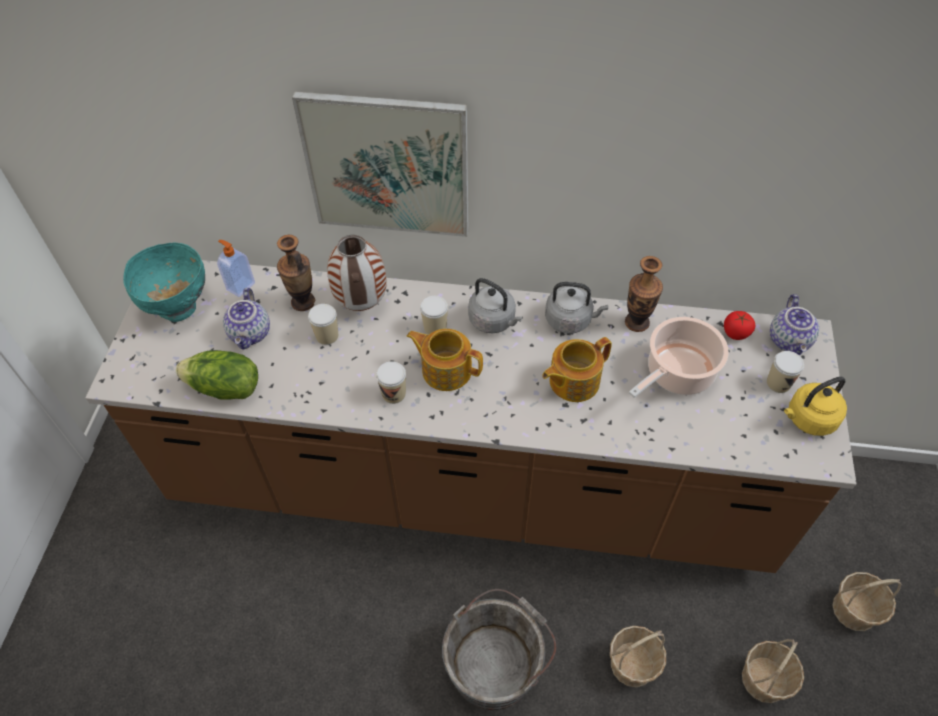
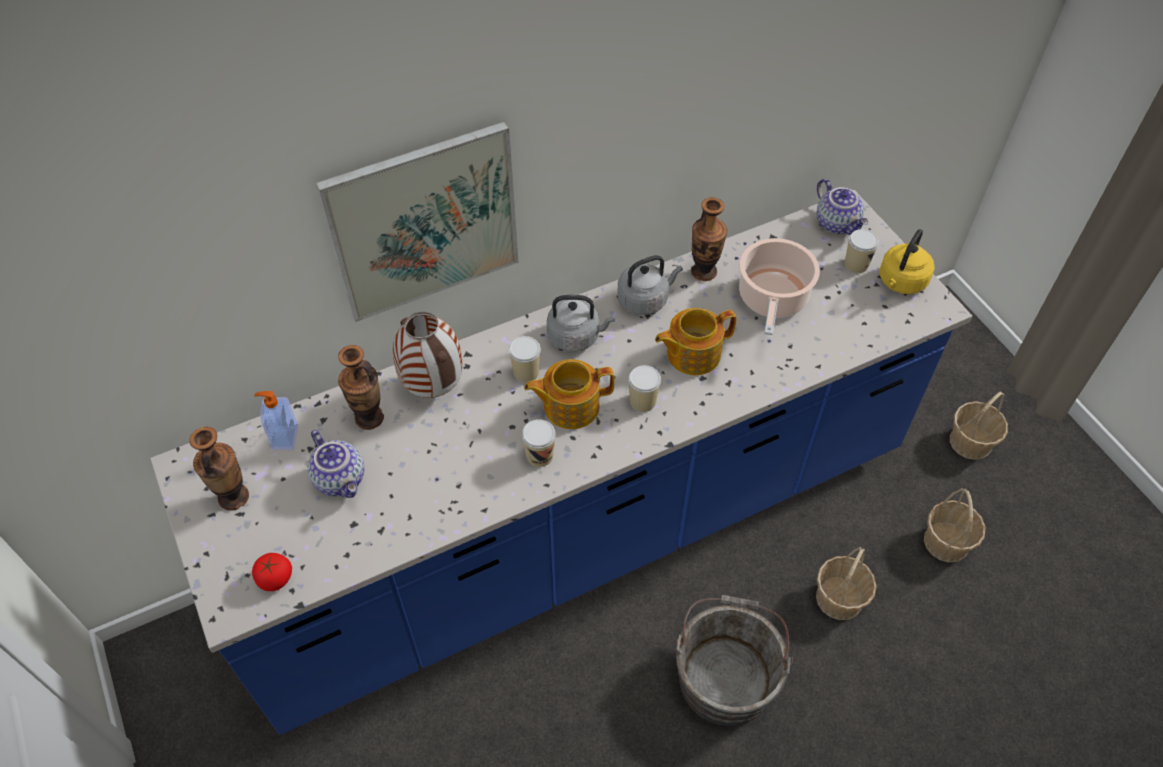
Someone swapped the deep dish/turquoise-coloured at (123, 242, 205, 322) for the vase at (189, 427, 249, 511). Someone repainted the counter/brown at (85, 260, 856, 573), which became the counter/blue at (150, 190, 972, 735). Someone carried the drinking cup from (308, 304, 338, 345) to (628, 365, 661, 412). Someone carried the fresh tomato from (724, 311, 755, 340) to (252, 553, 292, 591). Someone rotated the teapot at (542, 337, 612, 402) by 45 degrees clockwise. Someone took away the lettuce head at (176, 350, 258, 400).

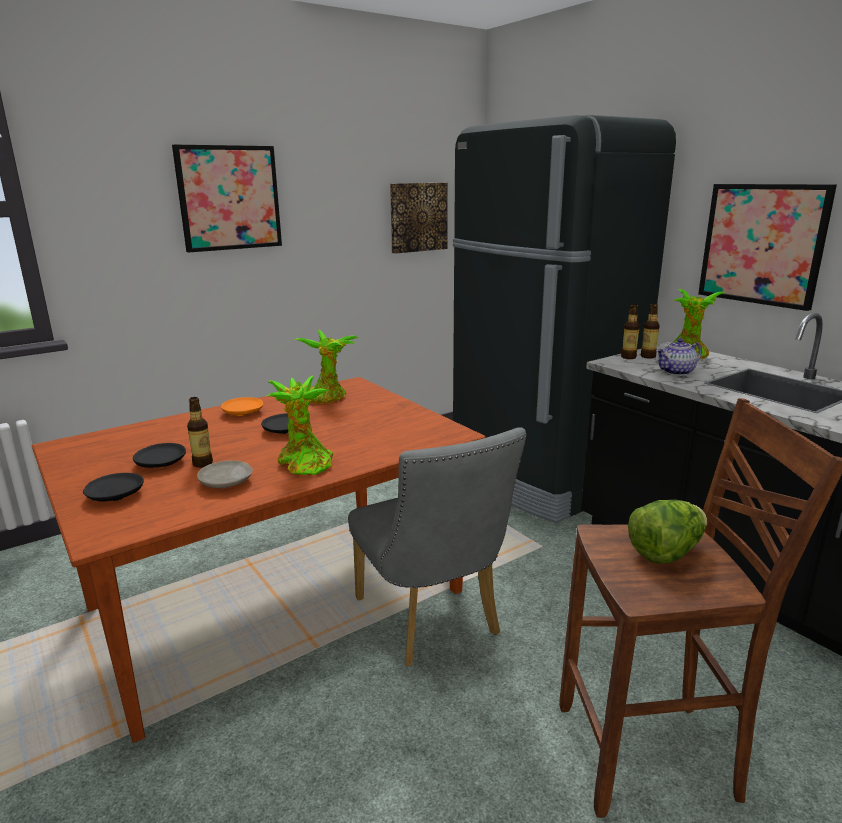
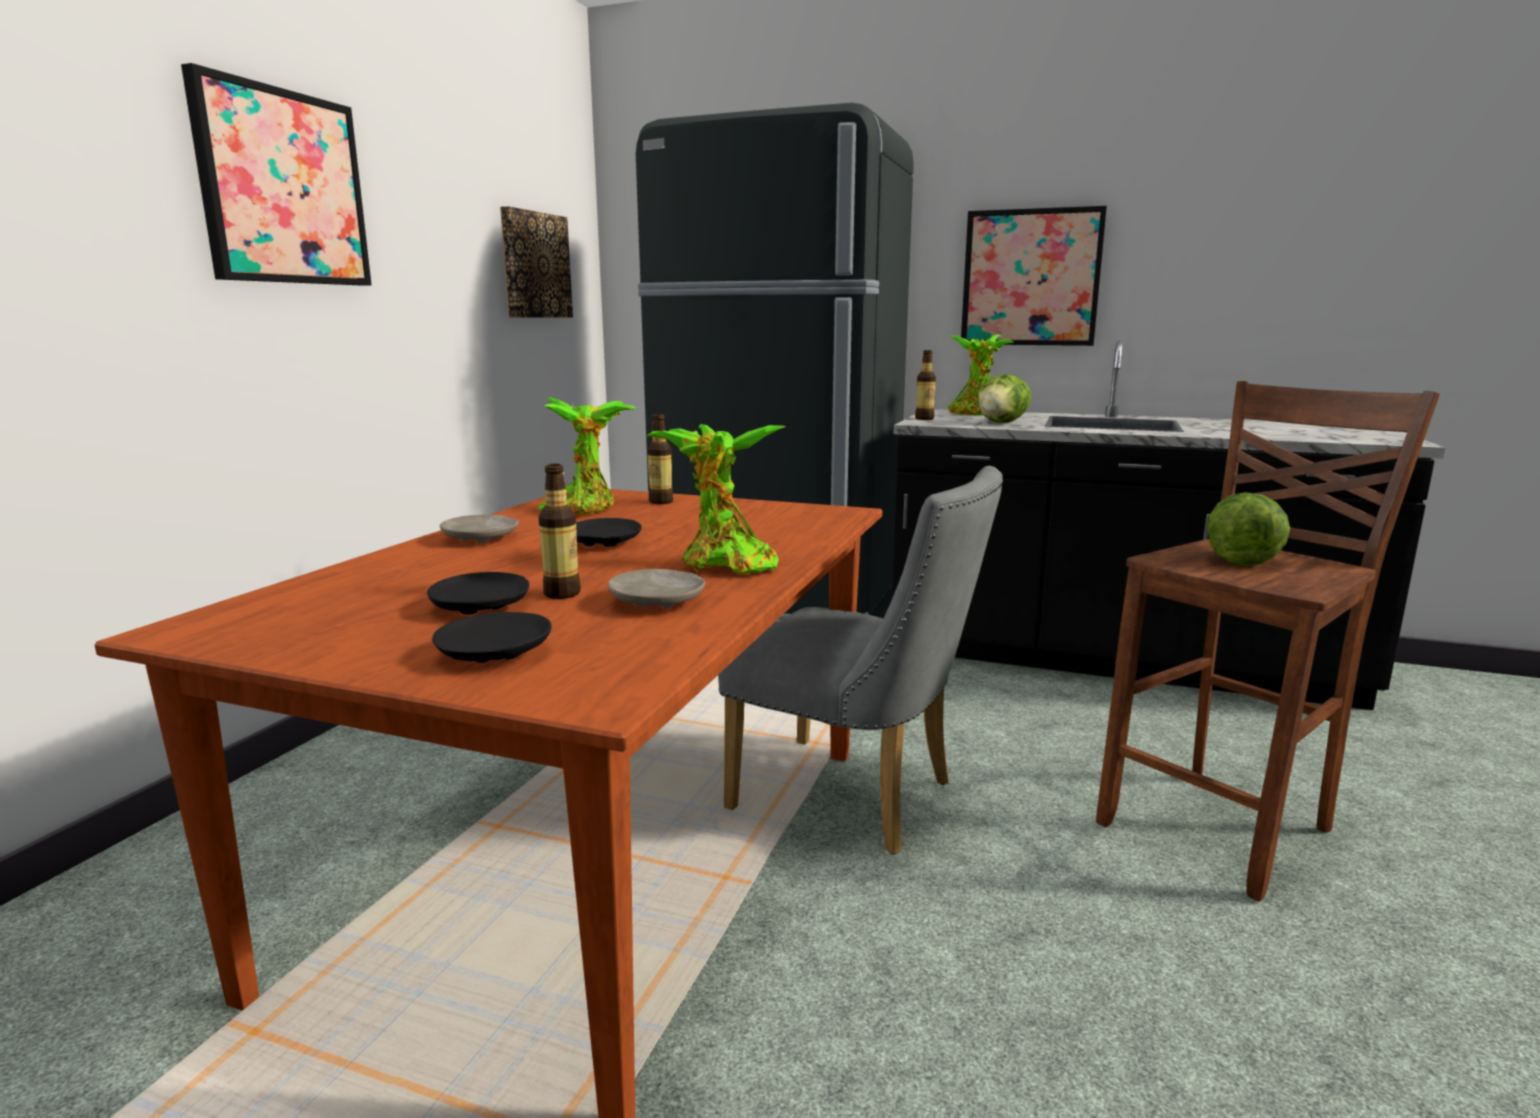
Someone carried the beverage bottle from (641, 304, 660, 359) to (647, 414, 673, 504). Someone swapped the teapot at (656, 338, 702, 376) for the lettuce head at (977, 374, 1031, 423). Someone repainted the dinner plate/orange-coloured at (221, 397, 263, 416), which became the dinner plate/beige at (440, 514, 519, 543).

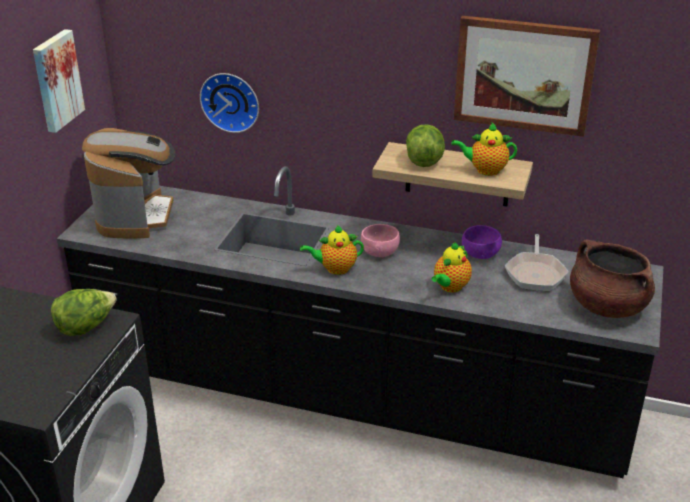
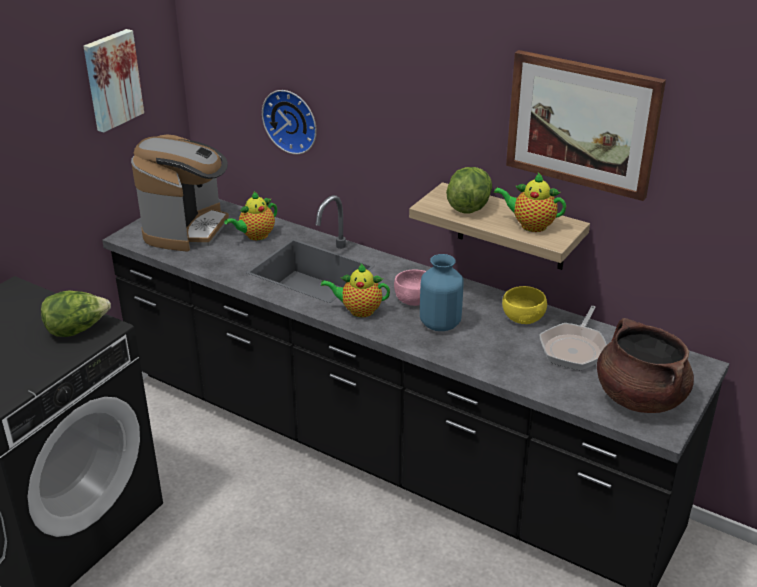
Someone repainted the deep dish/purple-coloured at (462, 225, 502, 259), which became the deep dish/yellow at (502, 286, 547, 324). Someone carried the teapot from (432, 242, 472, 293) to (224, 191, 277, 240). Someone put down the vase/blue at (420, 254, 464, 331).

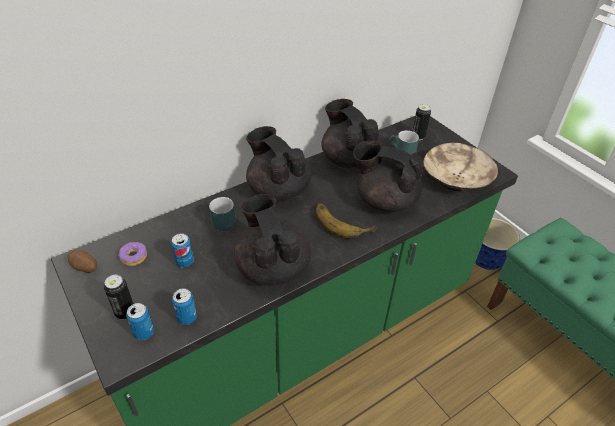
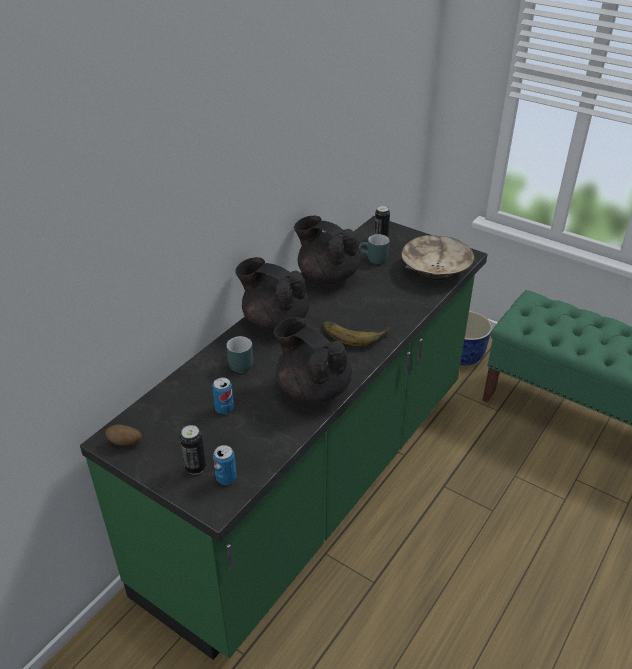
Someone took away the teapot/black-coloured at (353, 140, 423, 212). Someone took away the donut at (119, 242, 147, 266). Someone took away the can at (172, 288, 197, 325).

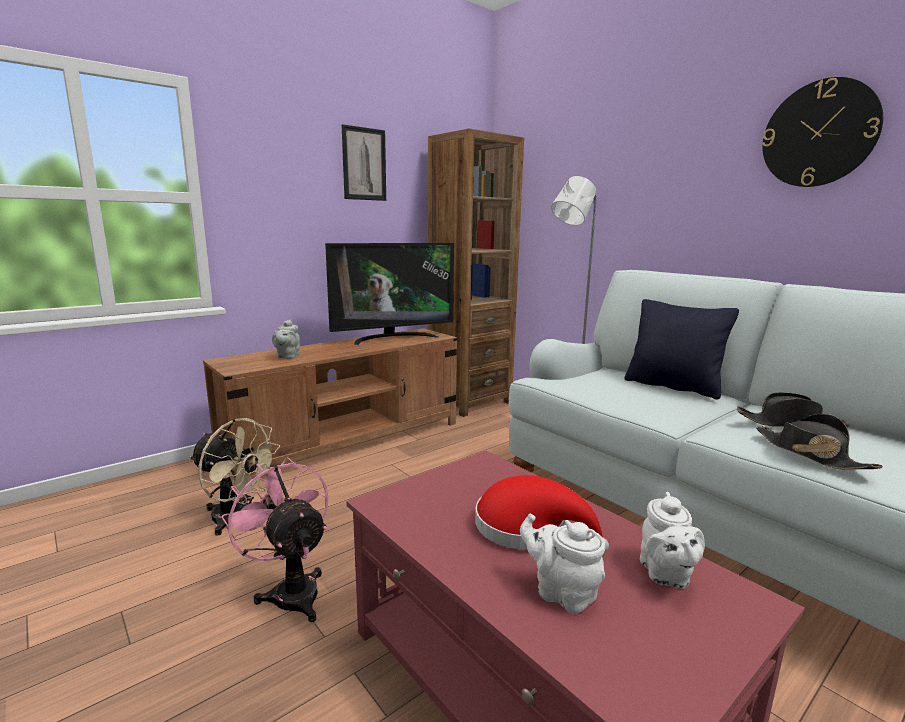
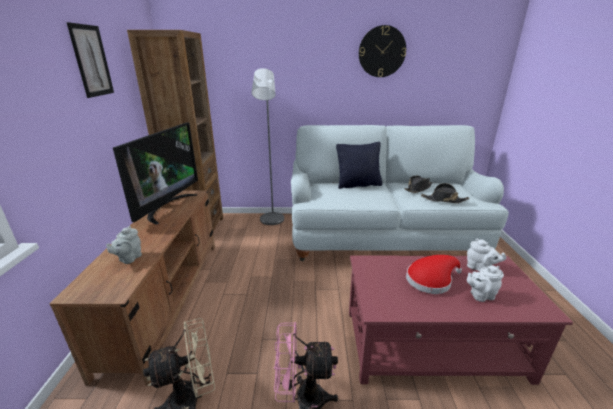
Someone rotated the teapot/greyish at (272, 320, 300, 359) by 60 degrees clockwise.

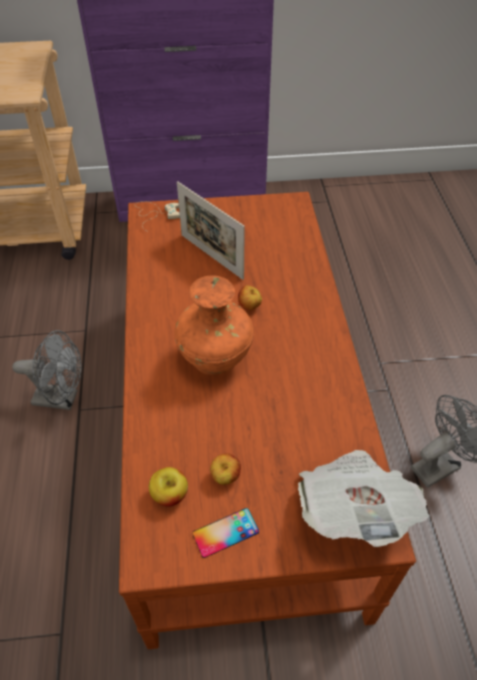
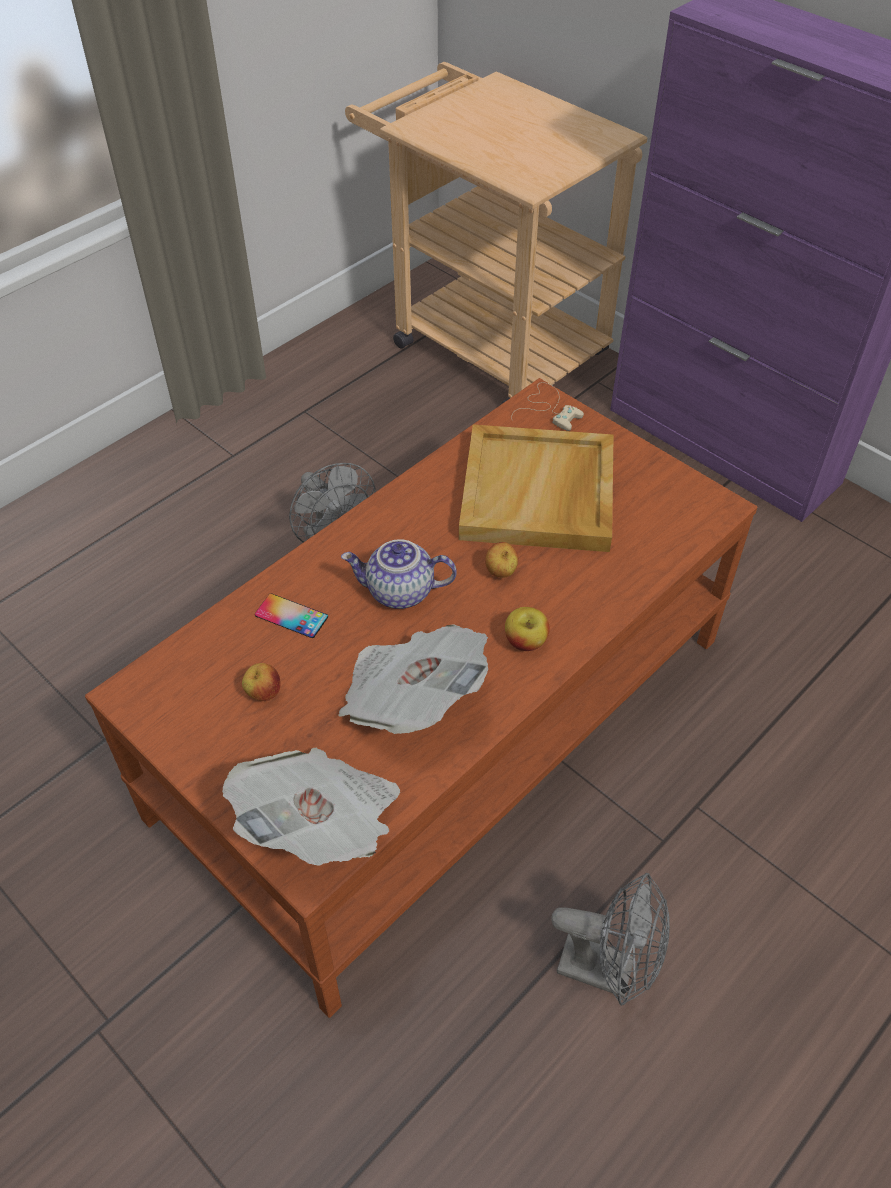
Someone swapped the photo frame at (177, 181, 245, 280) for the tray/beige at (459, 424, 614, 552). Someone swapped the vase/orange-coloured at (174, 275, 254, 375) for the teapot at (341, 539, 457, 609). Someone carried the apple from (149, 467, 188, 507) to (505, 607, 550, 651). Someone carried the handset from (192, 508, 259, 558) to (255, 593, 328, 638). Someone put down the newspaper at (338, 624, 488, 734).

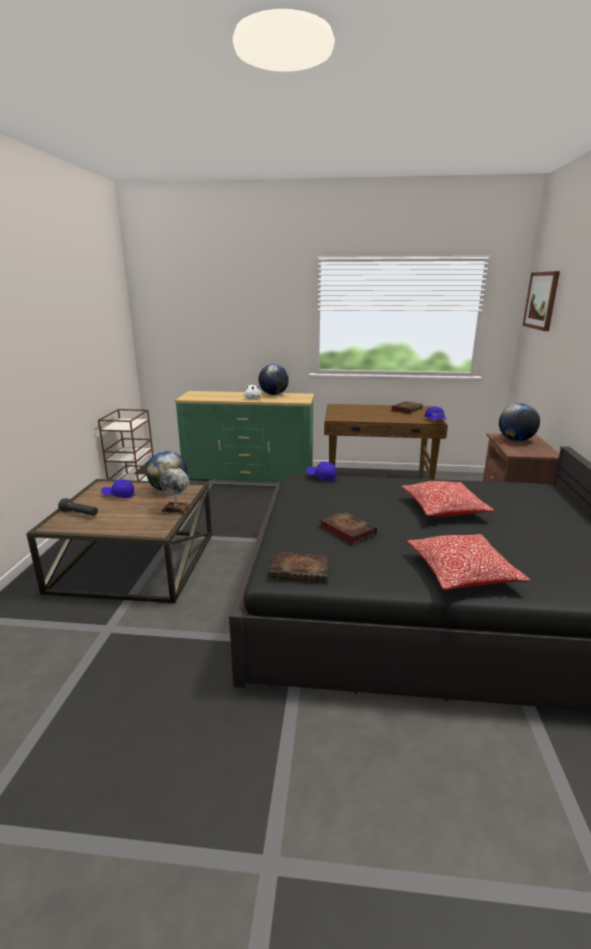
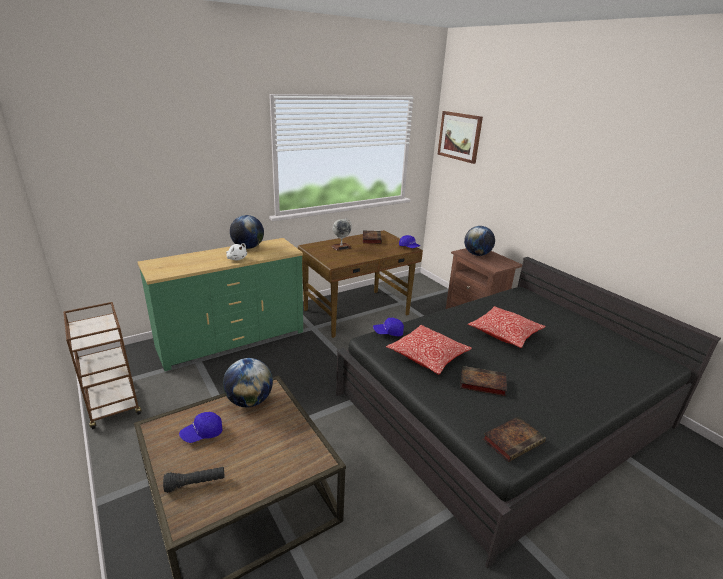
Someone carried the desk globe from (160, 468, 191, 513) to (332, 218, 352, 251). Someone carried the pillow from (407, 534, 530, 590) to (386, 325, 472, 375).

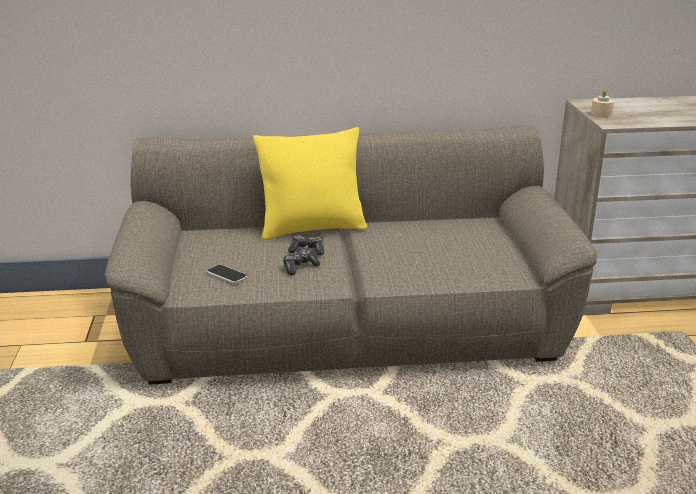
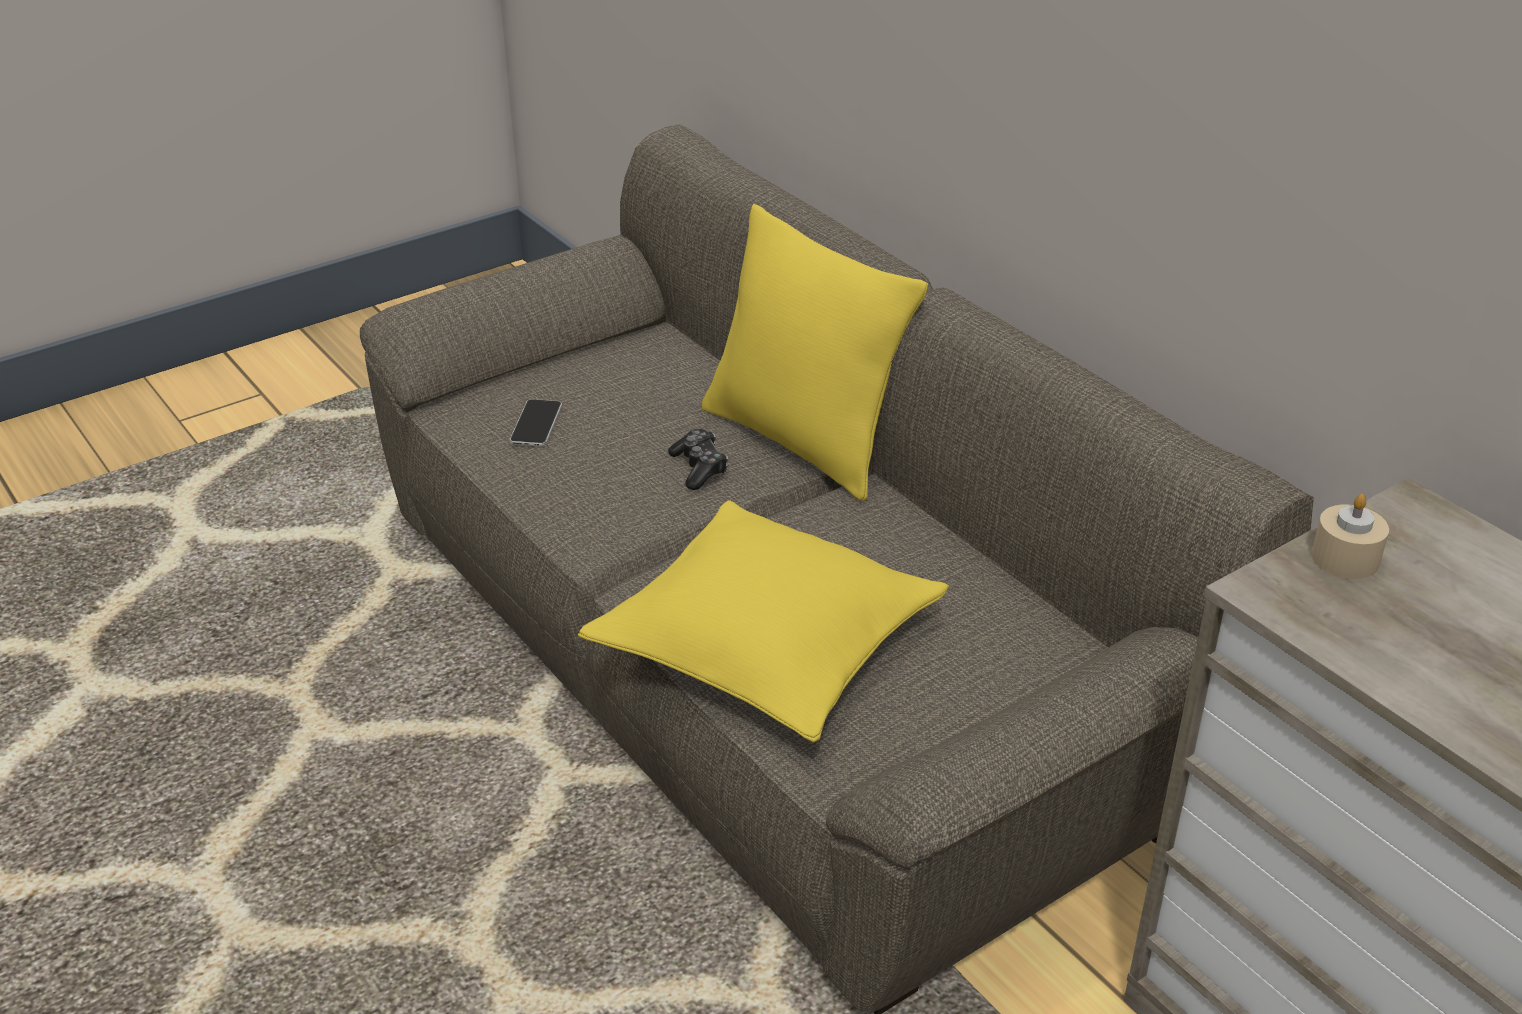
Someone took away the gamepad at (283, 249, 320, 275). Someone put down the pillow/yellow at (578, 500, 949, 743).

